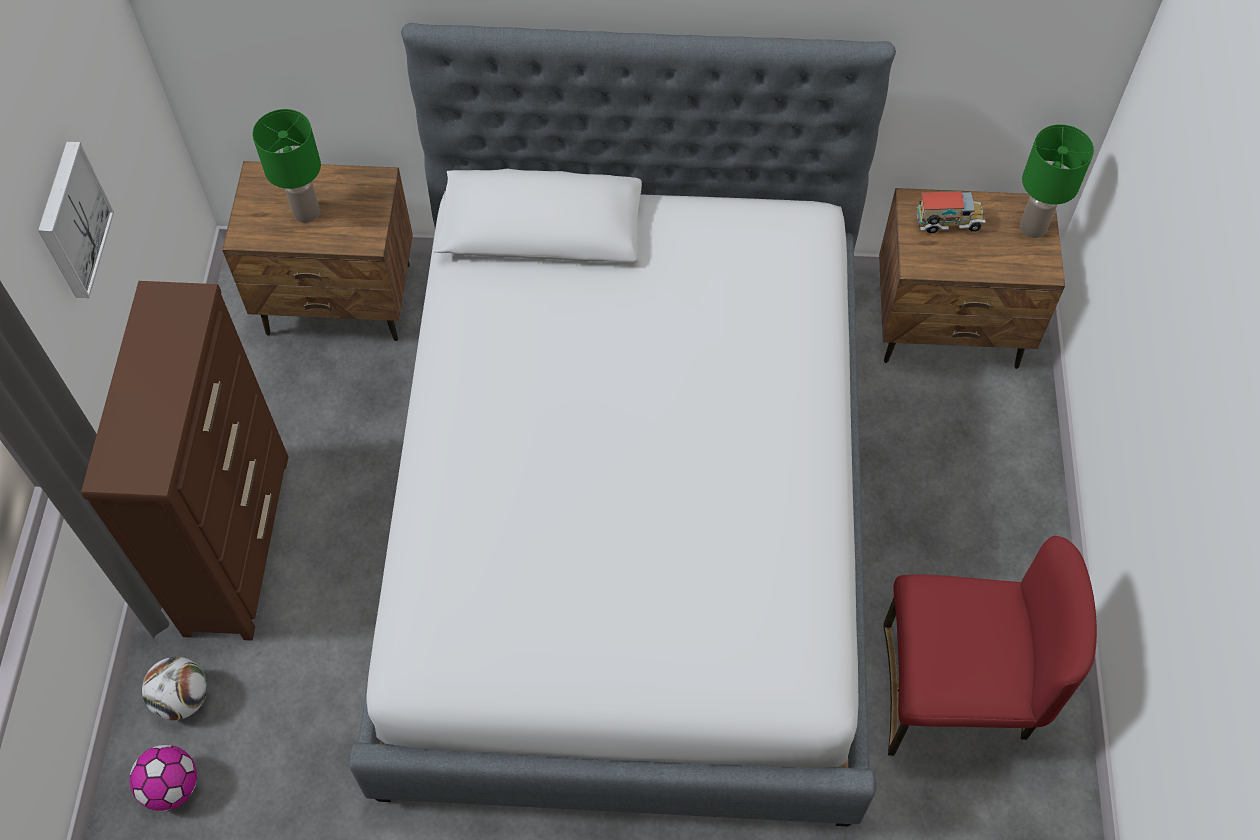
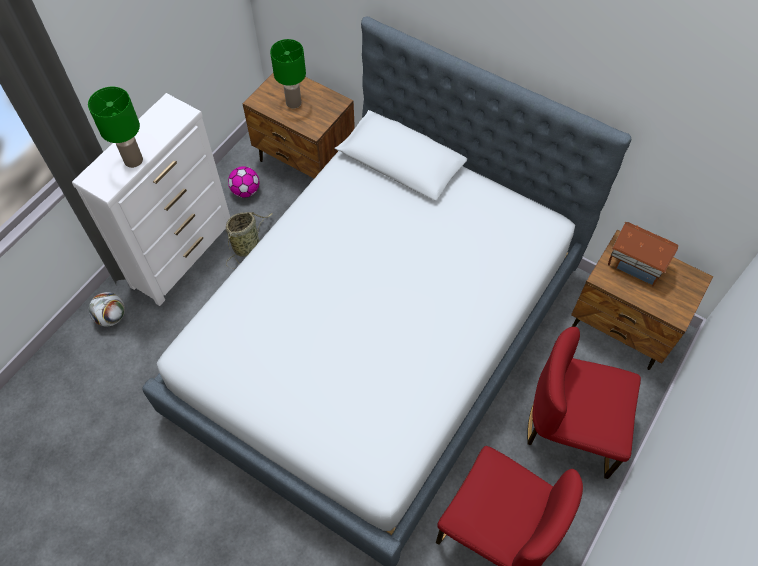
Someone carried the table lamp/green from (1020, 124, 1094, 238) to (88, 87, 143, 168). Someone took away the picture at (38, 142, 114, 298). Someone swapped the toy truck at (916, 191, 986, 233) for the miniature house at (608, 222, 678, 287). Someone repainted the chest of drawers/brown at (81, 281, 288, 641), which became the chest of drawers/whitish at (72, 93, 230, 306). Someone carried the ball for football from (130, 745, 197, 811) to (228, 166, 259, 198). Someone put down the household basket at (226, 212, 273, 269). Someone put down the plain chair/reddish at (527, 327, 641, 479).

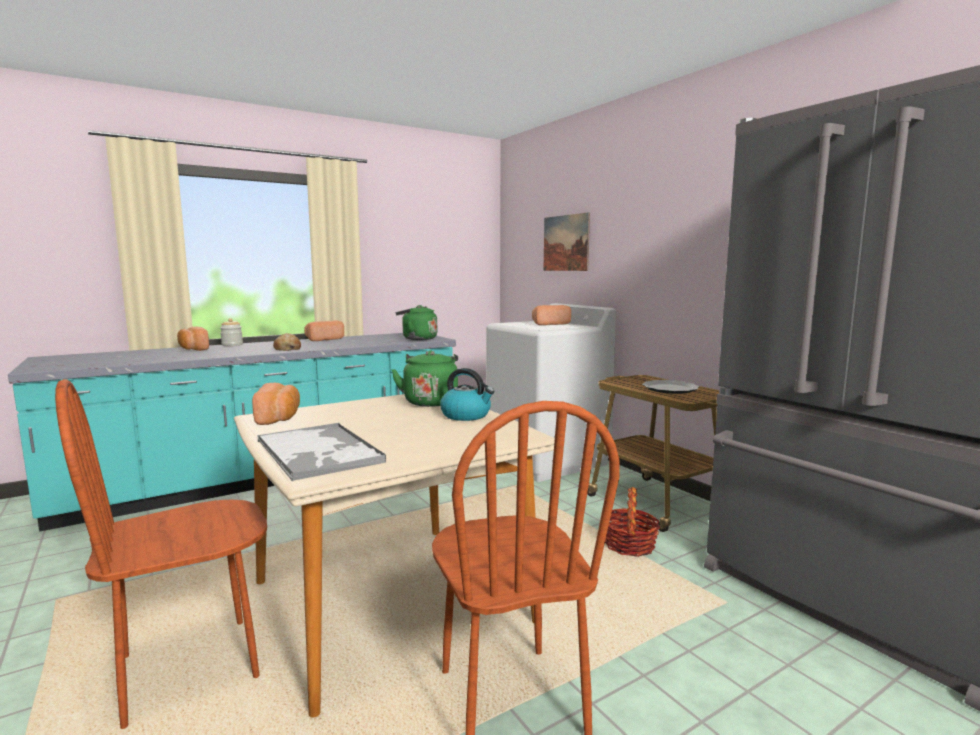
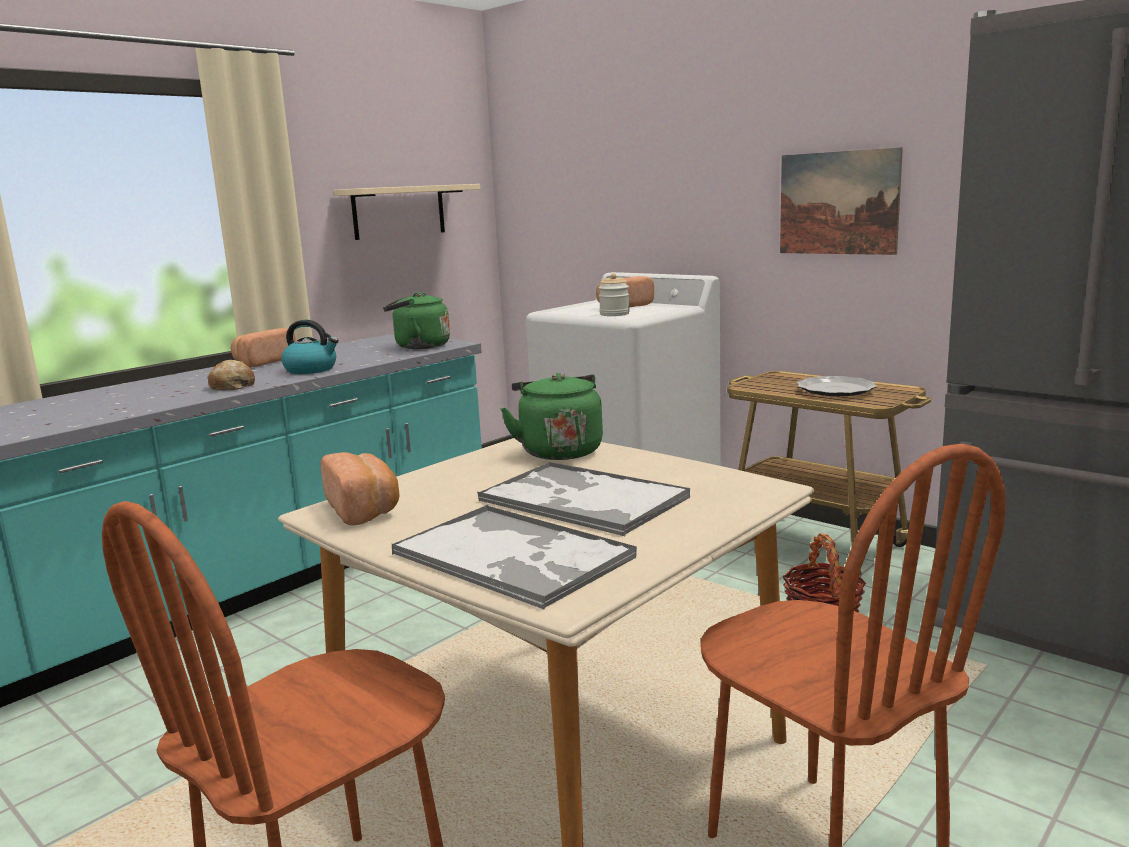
Someone carried the picture from (543, 212, 590, 271) to (780, 147, 903, 255). Someone carried the storage jar from (220, 318, 243, 346) to (599, 273, 630, 316). Someone took away the bread at (177, 327, 209, 351). Someone carried the tea kettle from (440, 368, 495, 421) to (281, 320, 339, 374). Someone put up the bracket shelf/beige at (334, 184, 481, 240). Someone put down the tray at (477, 462, 690, 536).

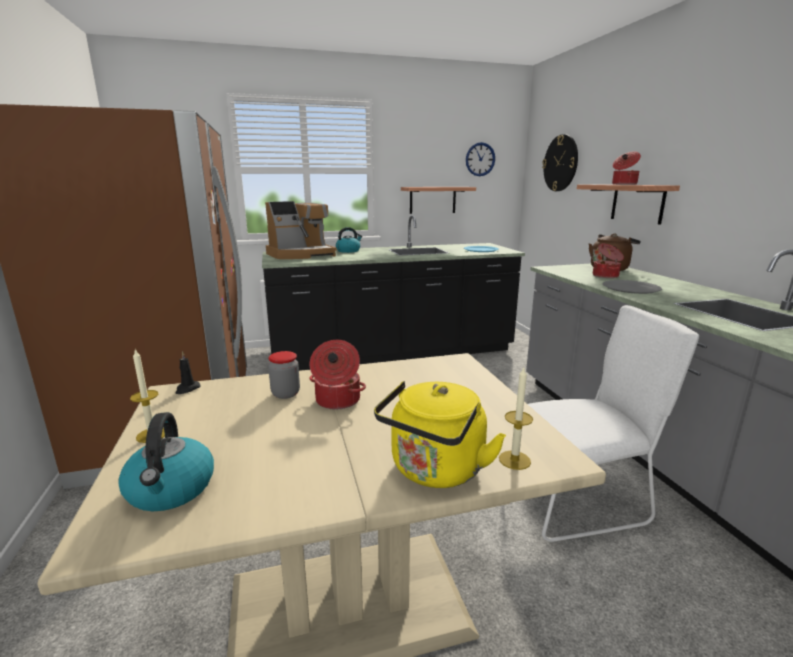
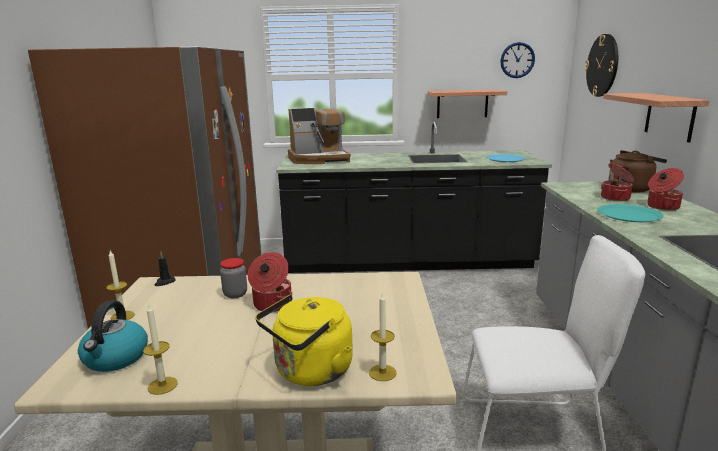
Someone carried the stockpot from (612, 151, 641, 185) to (647, 168, 684, 210). Someone took away the tea kettle at (336, 227, 362, 253). Someone repainted the dinner plate/greyish at (602, 280, 662, 294), which became the dinner plate/turquoise-coloured at (598, 204, 663, 222). Someone put down the wax candle at (143, 304, 178, 395).

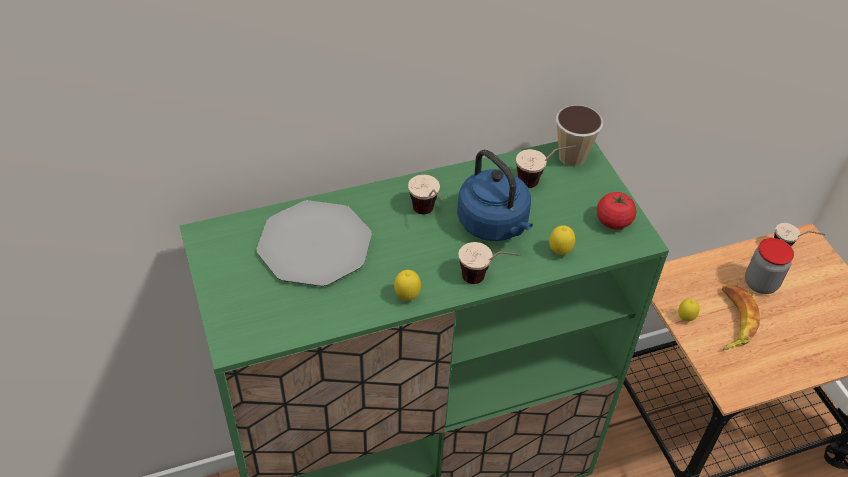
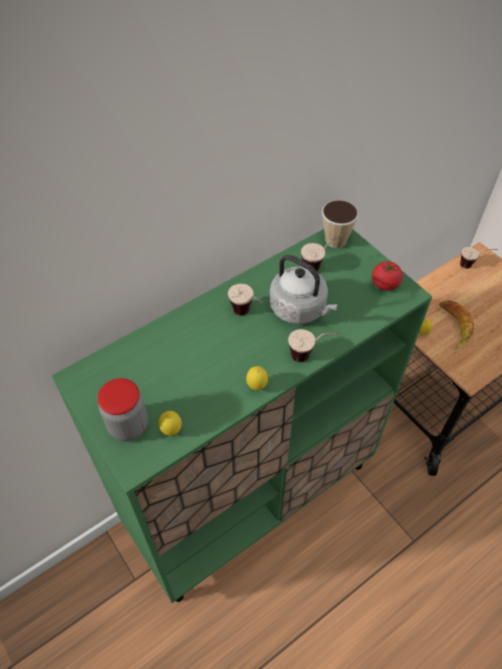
Someone repainted the tea kettle/blue at (457, 150, 533, 241), which became the tea kettle/greyish at (269, 255, 338, 324). Someone took away the dinner plate at (257, 200, 372, 286). Someone carried the lemon from (549, 225, 575, 255) to (159, 411, 182, 436). Someone carried the storage jar from (745, 238, 794, 294) to (97, 378, 148, 441).

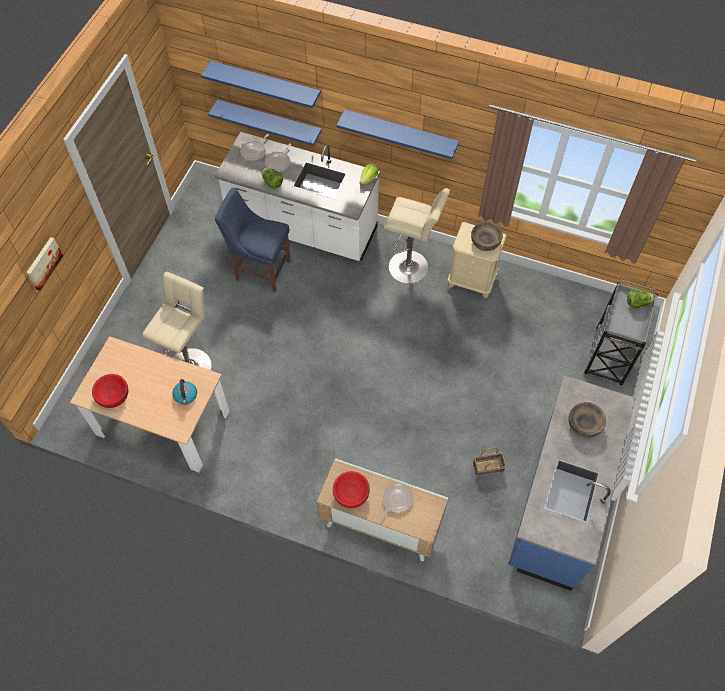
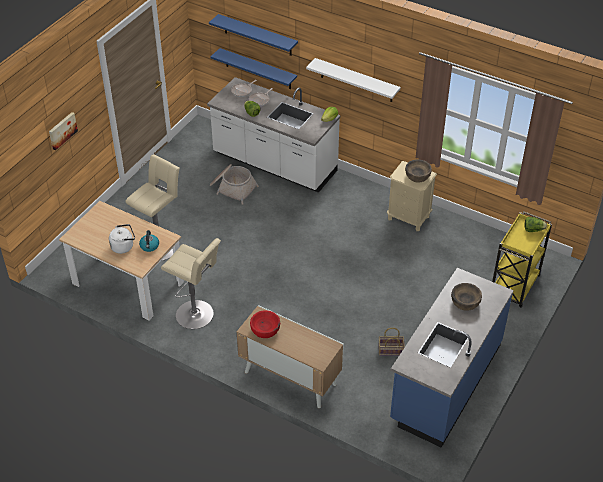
Someone repainted the bracket shelf/blue at (337, 110, 459, 159), which became the bracket shelf/whitish at (306, 58, 401, 102). Someone swapped the plain chair/blue at (215, 188, 291, 292) for the household basket at (210, 164, 259, 204). Someone carried the sitting stool/beige from (384, 188, 450, 284) to (161, 238, 221, 329). Someone repainted the cart/greyish at (584, 279, 658, 385), which became the cart/yellow at (492, 212, 552, 308). Someone took away the deep dish/reddish at (92, 374, 128, 408). Someone took away the frying pan at (378, 483, 414, 520). Someone put down the tea kettle/whitish at (109, 224, 135, 254).

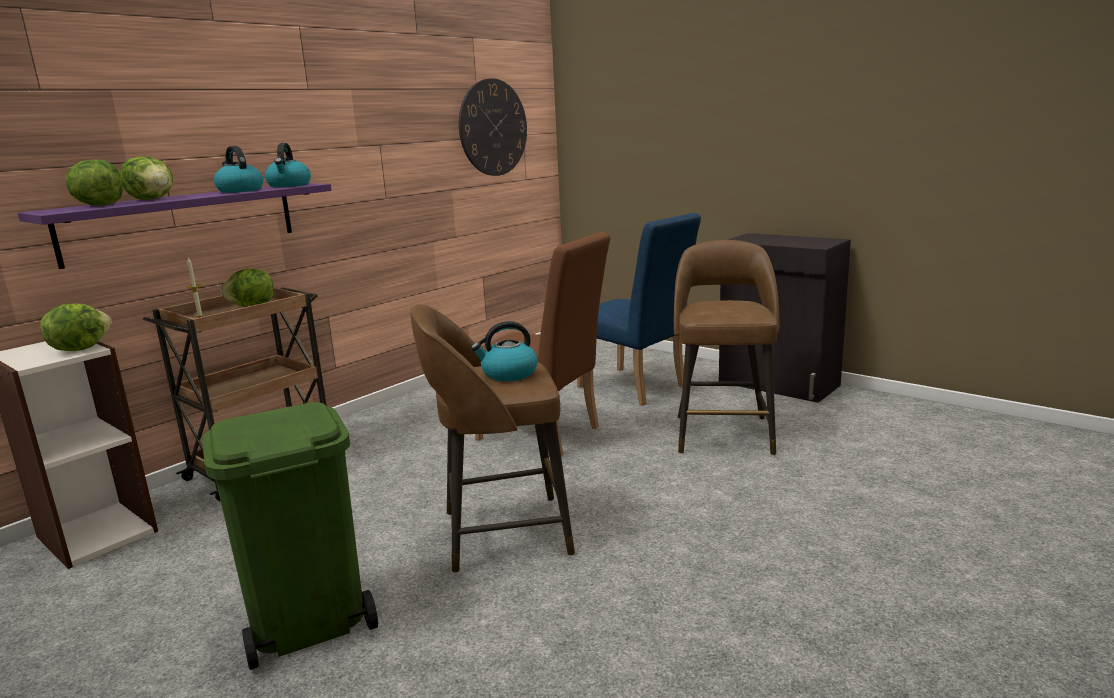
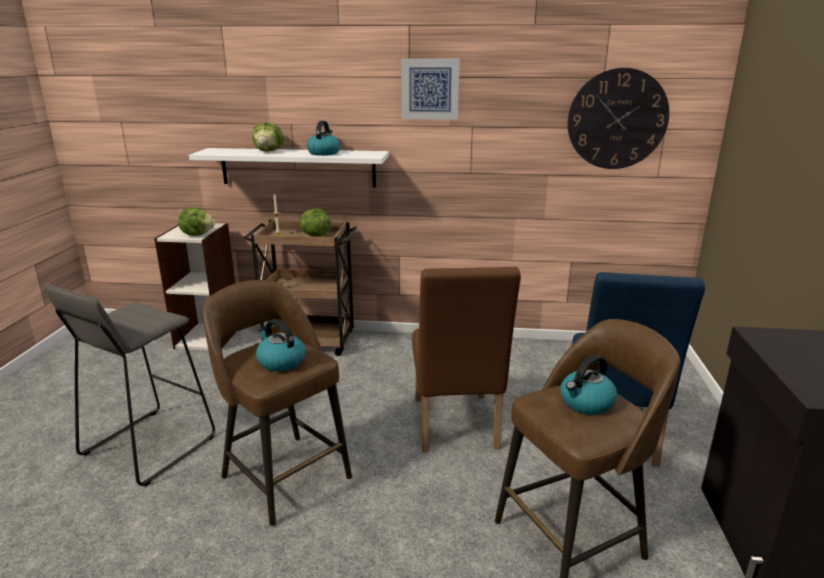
Someone carried the tea kettle from (265, 143, 311, 187) to (561, 355, 617, 415). Someone took away the lettuce head at (66, 159, 123, 206). Someone repainted the bracket shelf/purple-coloured at (18, 183, 332, 269), which became the bracket shelf/whitish at (189, 148, 389, 188). Someone swapped the trash can/green at (202, 402, 378, 670) for the sitting stool/greyish at (43, 284, 215, 486). Someone put up the picture at (401, 58, 460, 120).

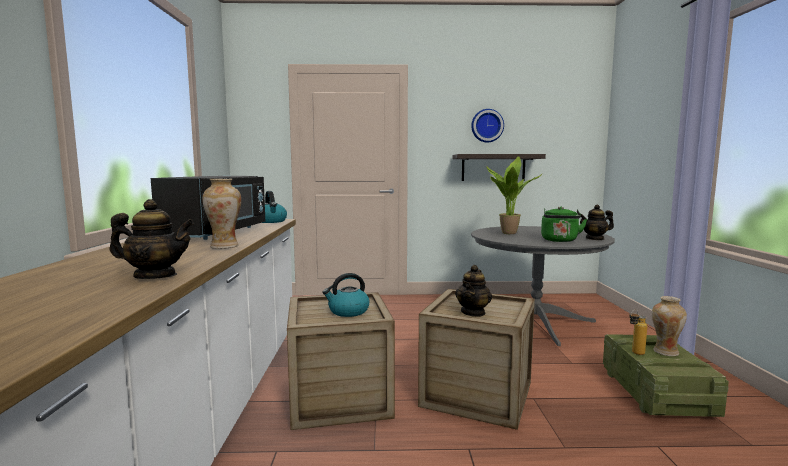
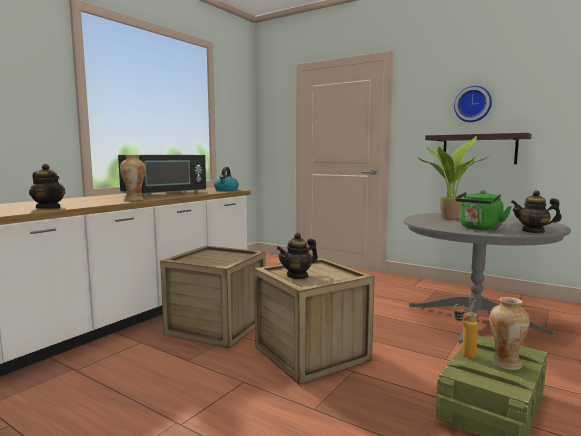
Someone took away the tea kettle at (322, 273, 370, 317).

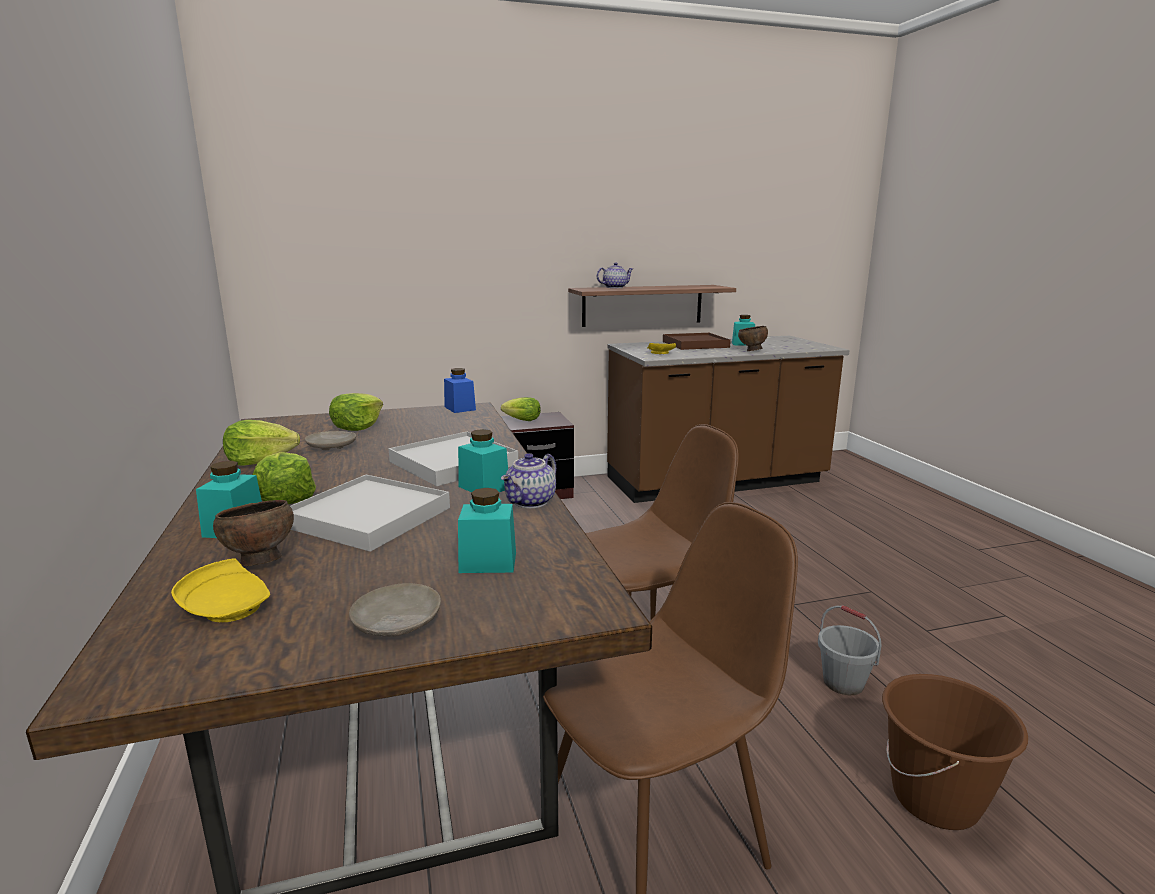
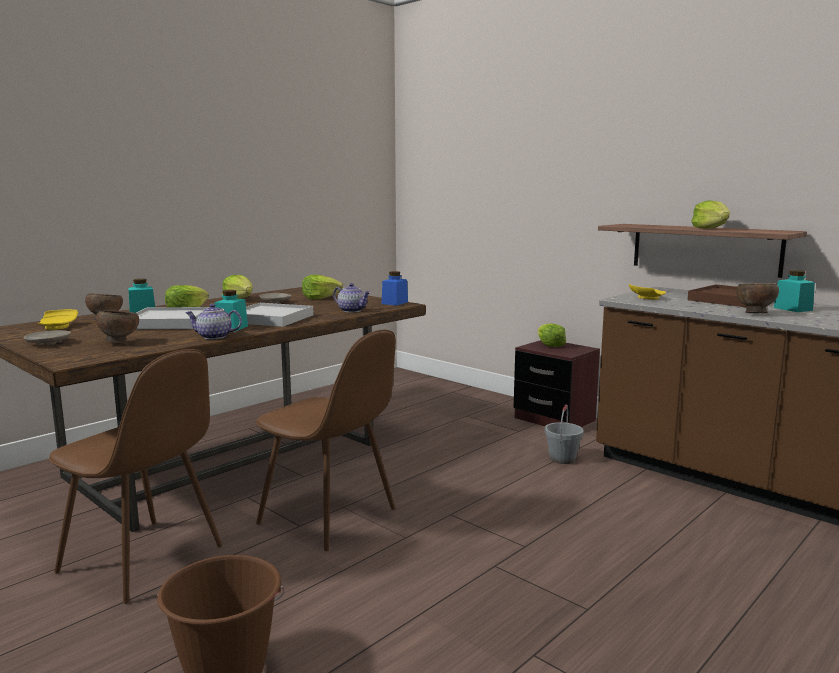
Someone carried the teapot from (597, 262, 633, 288) to (333, 283, 371, 313). Someone swapped the storage jar/turquoise-coloured at (458, 488, 516, 573) for the deep dish/brown at (96, 310, 139, 344). Someone carried the water bucket/greyish from (818, 605, 882, 695) to (544, 404, 583, 464). Someone put down the lettuce head at (691, 201, 730, 229).

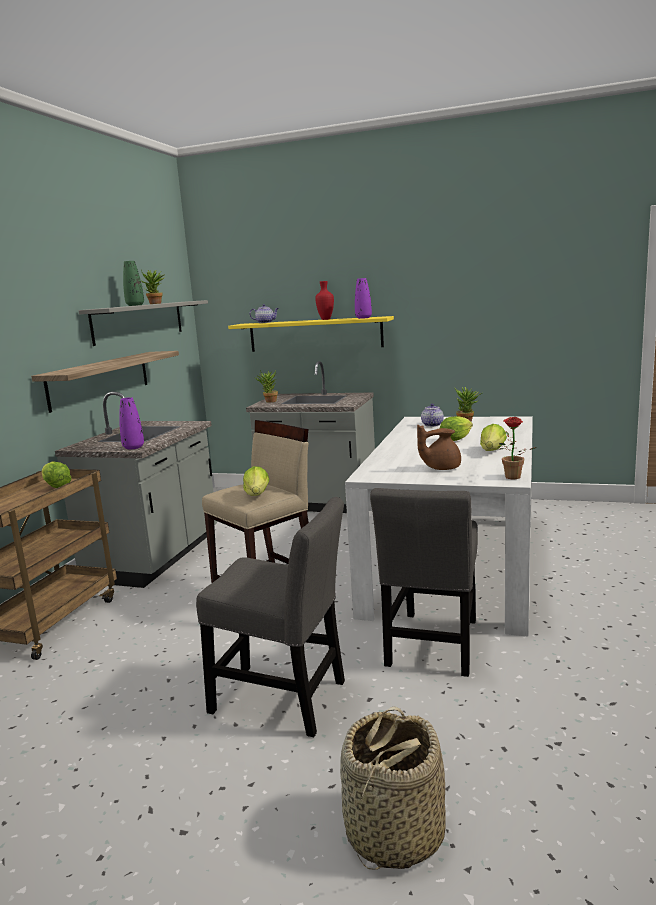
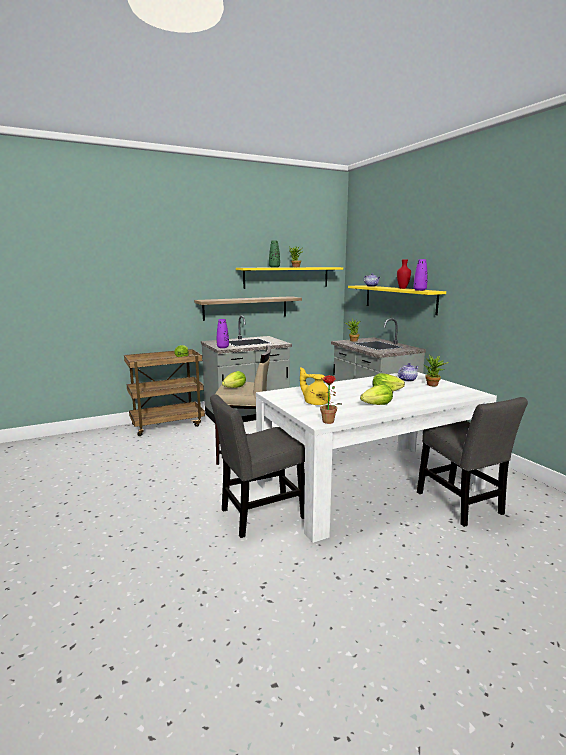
Someone repainted the bracket shelf/greyish at (78, 300, 208, 346), which became the bracket shelf/yellow at (236, 267, 343, 289). Someone repainted the teapot/brown at (417, 425, 461, 470), which became the teapot/yellow at (300, 367, 330, 405). Someone carried the plain chair/greyish from (196, 497, 345, 737) to (417, 397, 528, 527). Someone took away the household basket at (340, 706, 446, 870).

